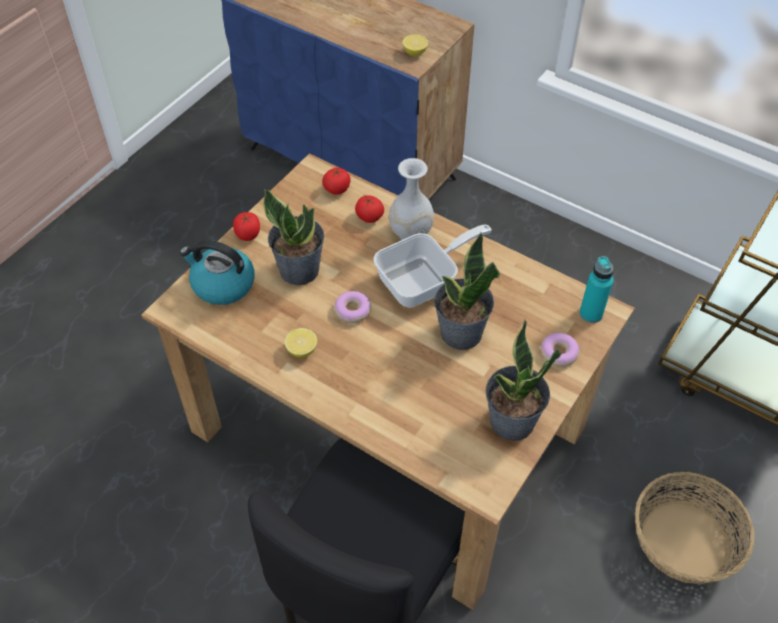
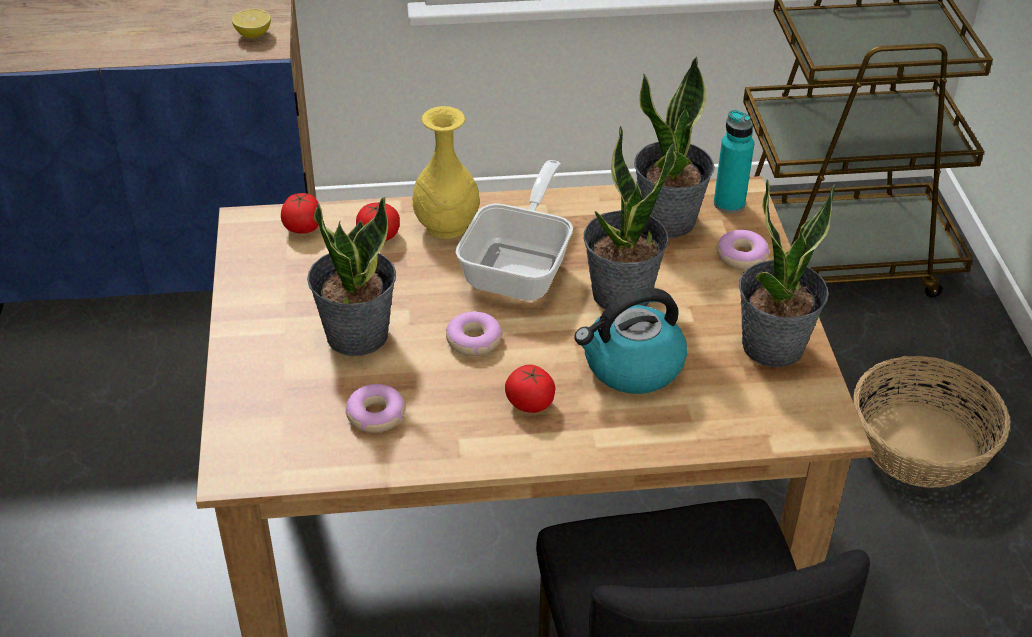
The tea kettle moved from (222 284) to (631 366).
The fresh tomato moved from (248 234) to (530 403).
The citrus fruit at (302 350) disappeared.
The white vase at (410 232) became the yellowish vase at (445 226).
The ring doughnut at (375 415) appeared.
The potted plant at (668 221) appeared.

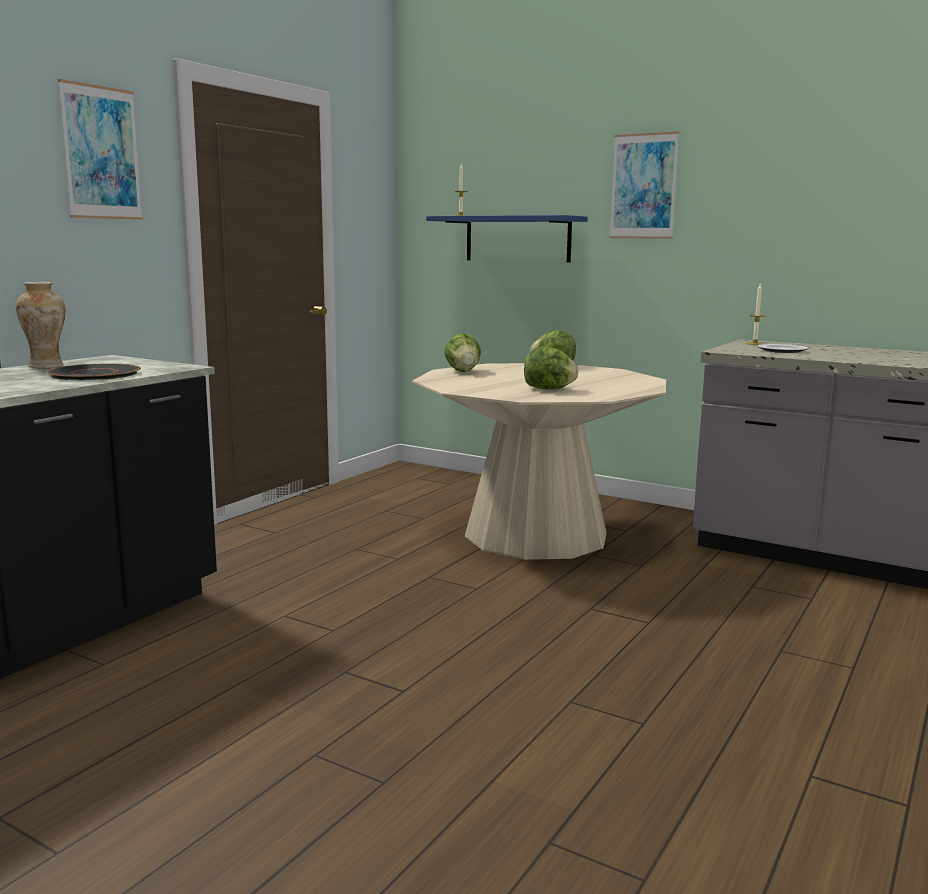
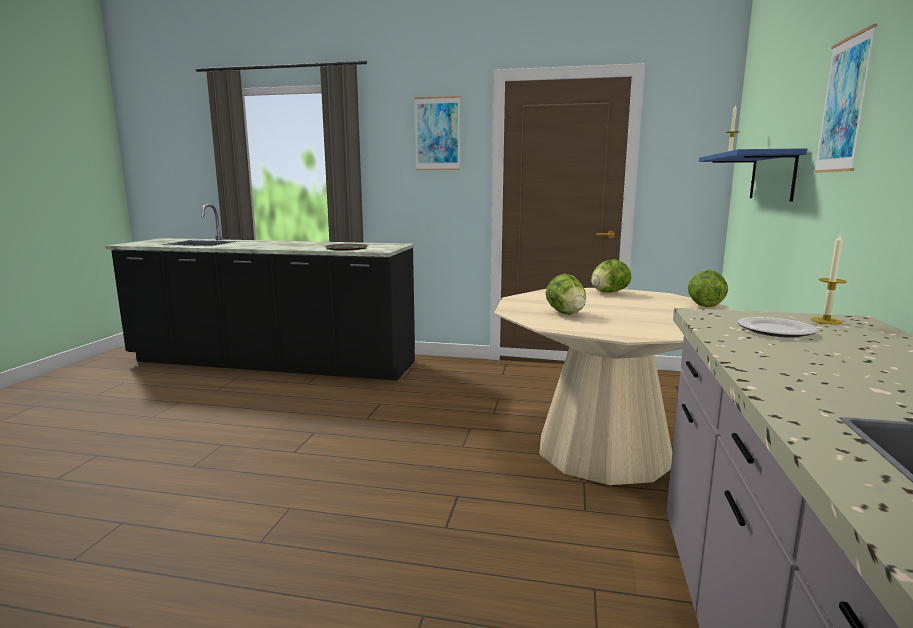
The vase at (46 366) disappeared.

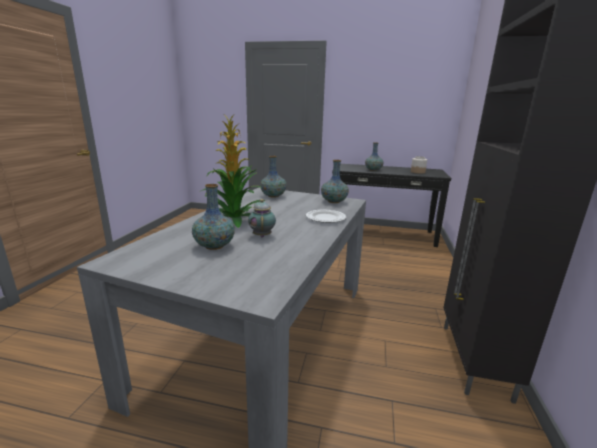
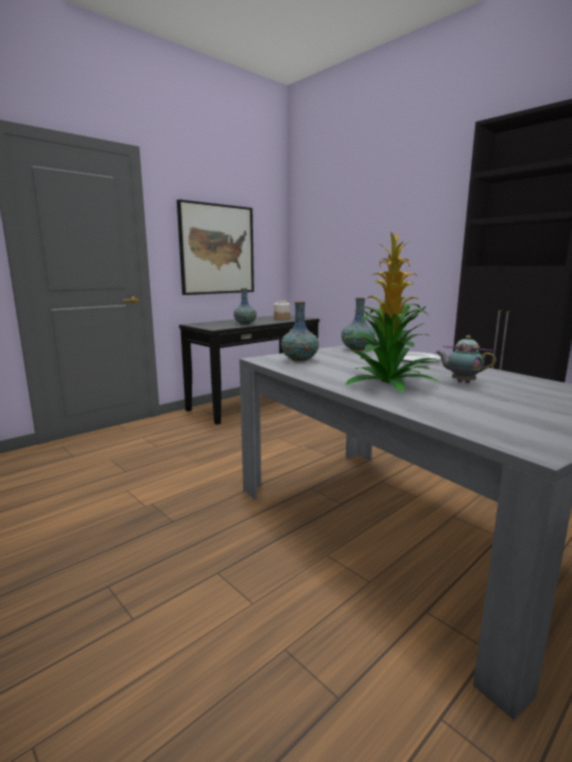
The vase at (214 246) disappeared.
The wall picture at (217 249) appeared.

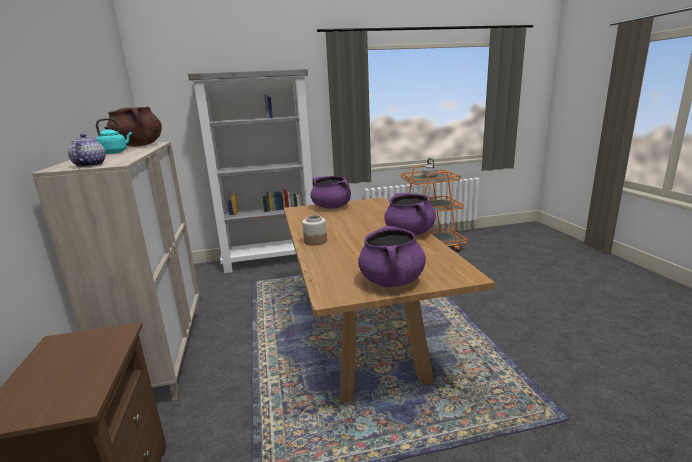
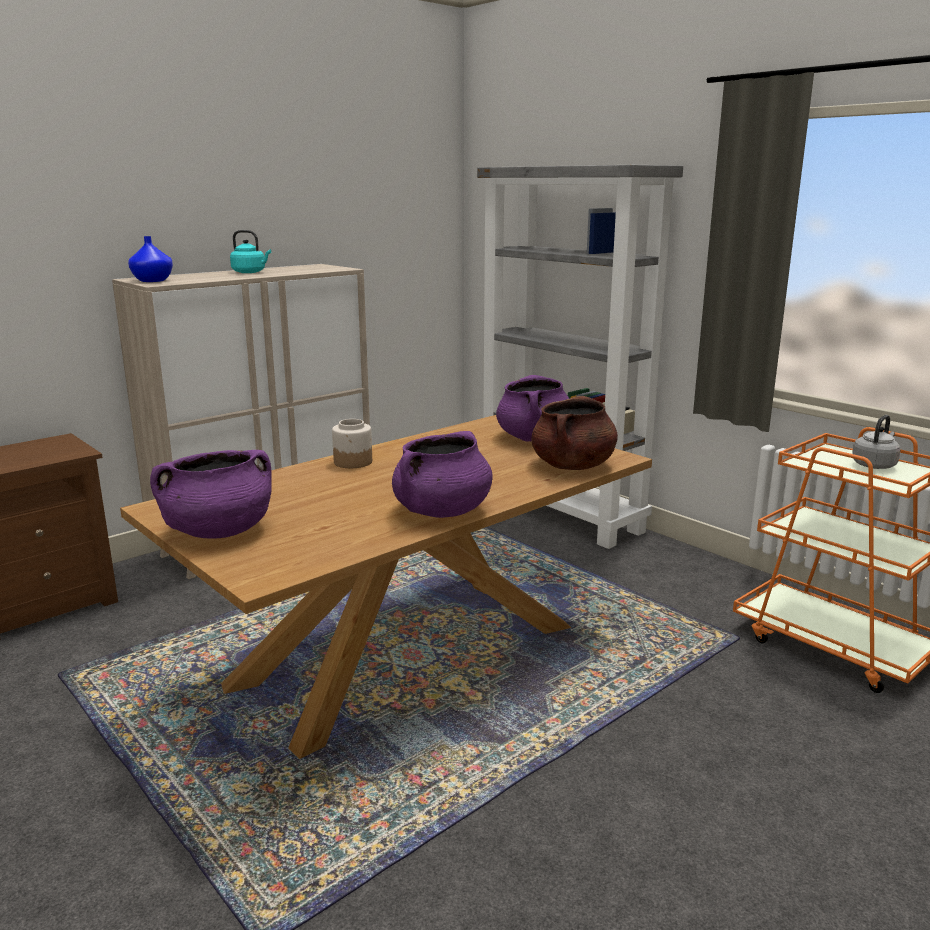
The tea pot at (90 165) was replaced by the blue vase at (153 280).
The brown stockpot moved from (138 146) to (573 466).

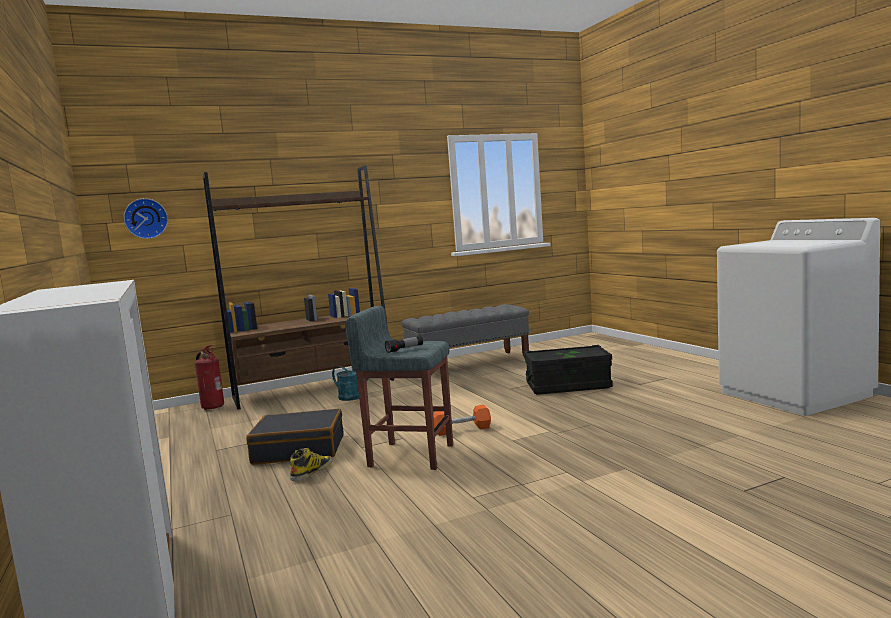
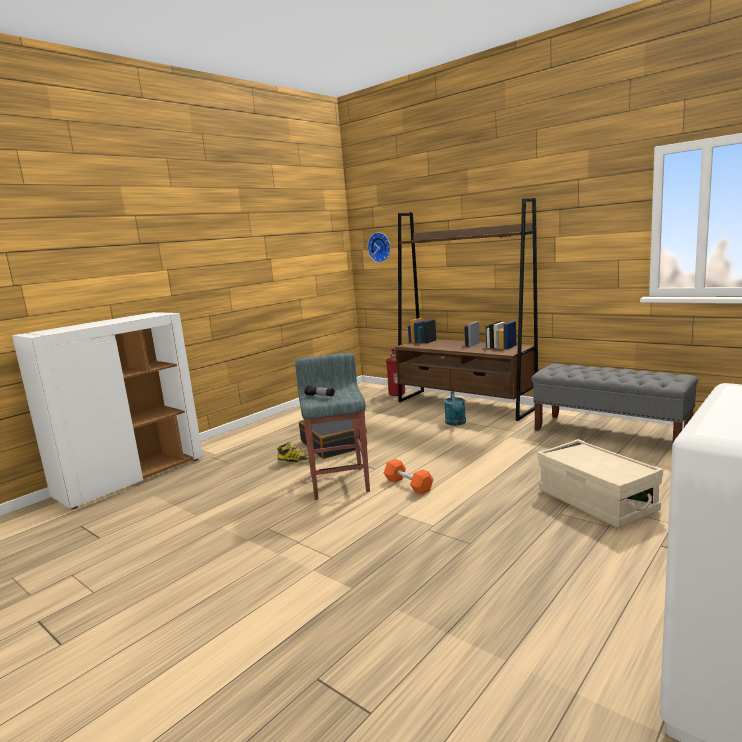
The black-coloured storage bin at (568 386) became the beige storage bin at (596 501).

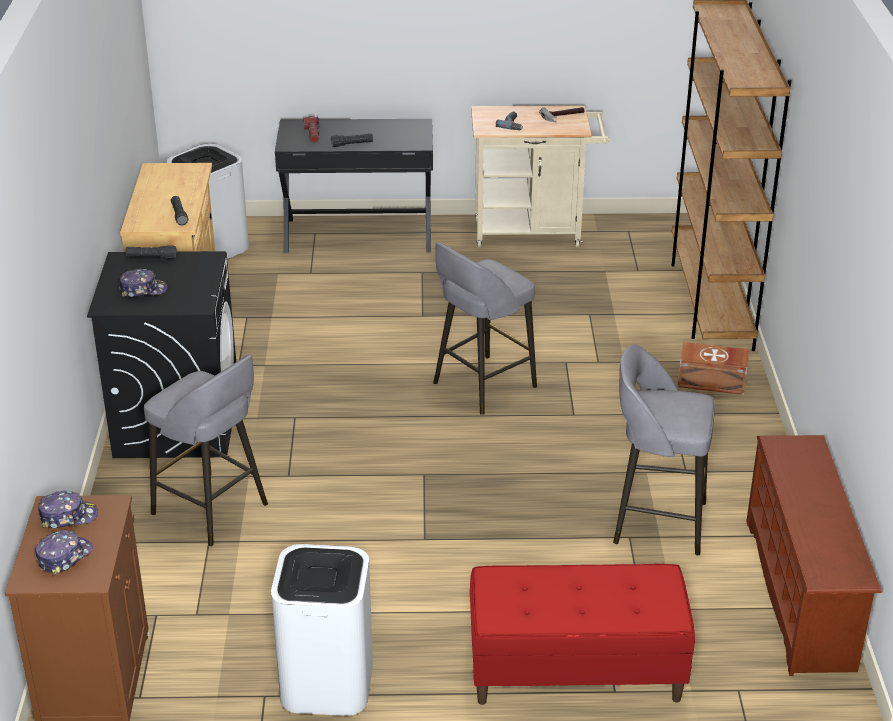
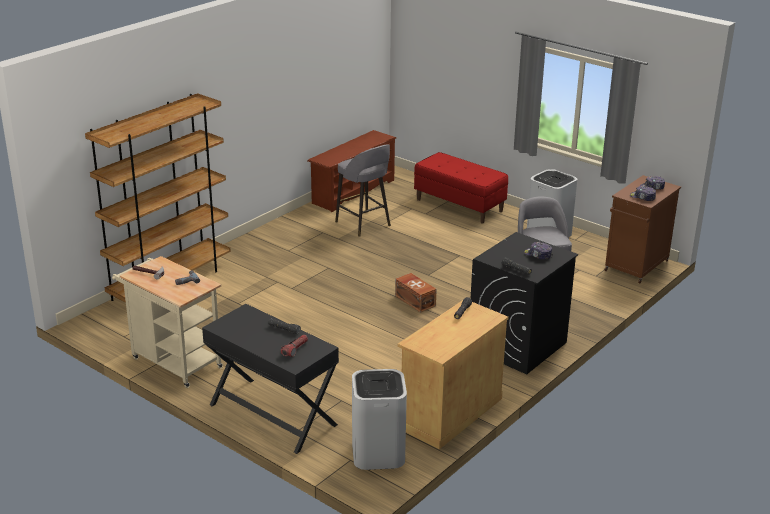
The grey stool at (481 386) disappeared.
The brown storage bin moved from (712 382) to (415 300).

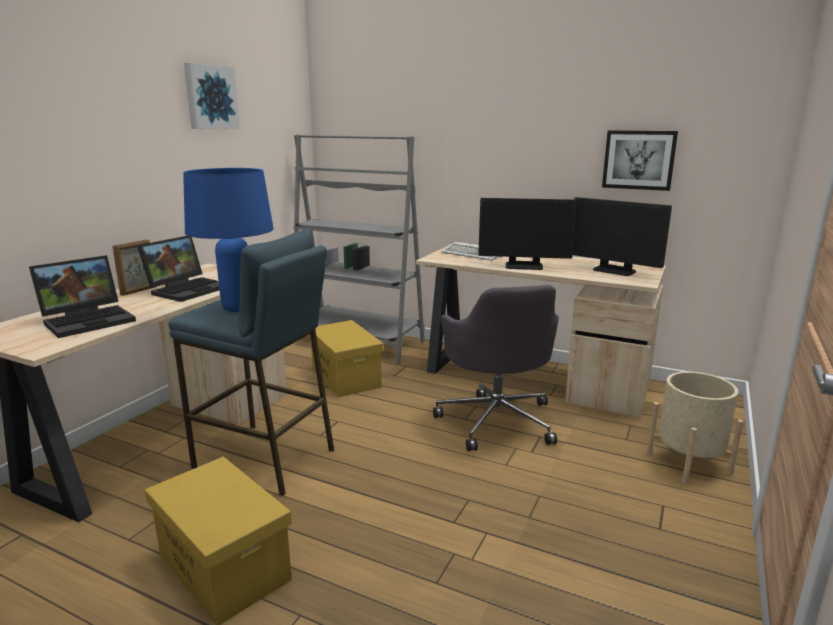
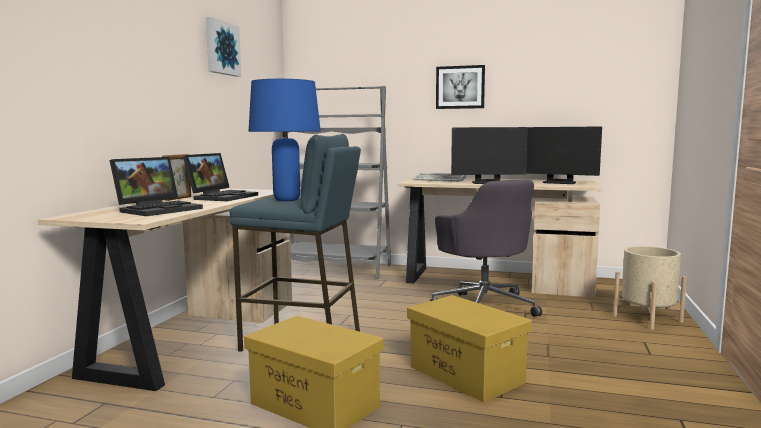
The yellowish storage bin moved from (346 378) to (467 374).
The wall picture moved from (638 160) to (460 87).

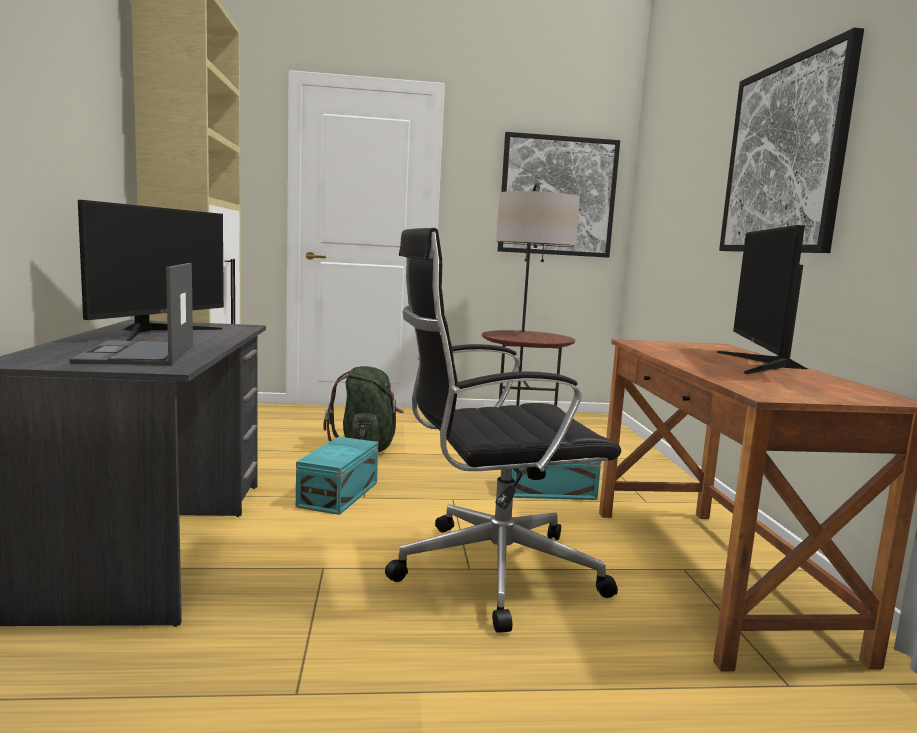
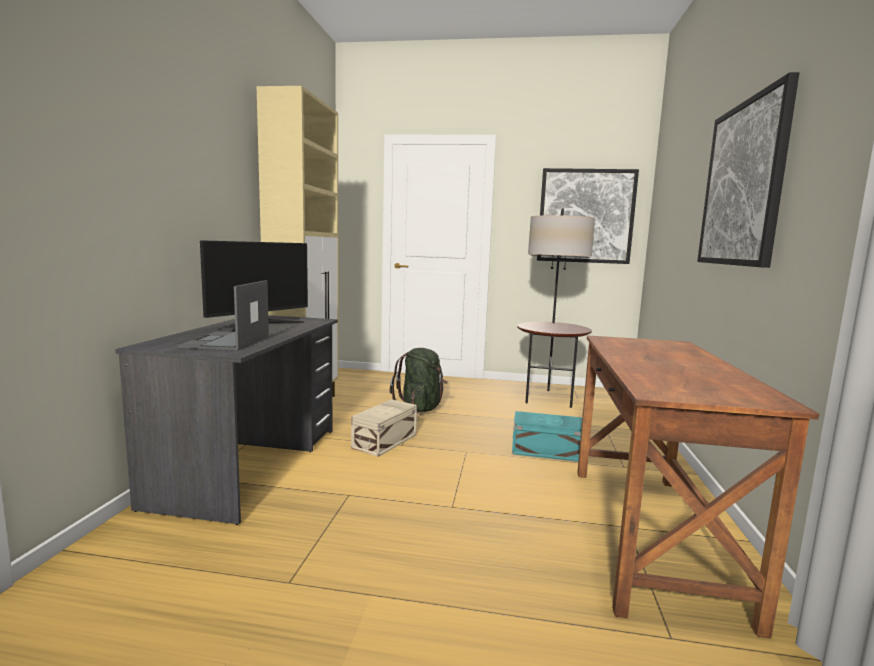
The turquoise storage bin at (340 494) became the beige storage bin at (386 441).
The black-coloured computer chair at (490 571) disappeared.
The monitor at (761 364) disappeared.

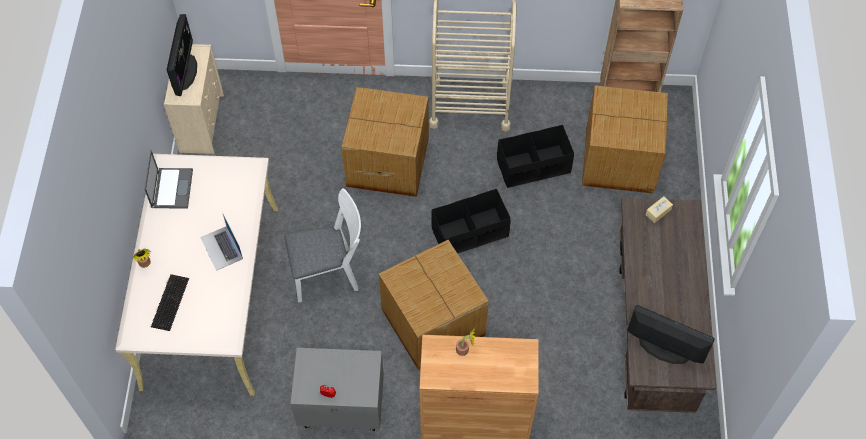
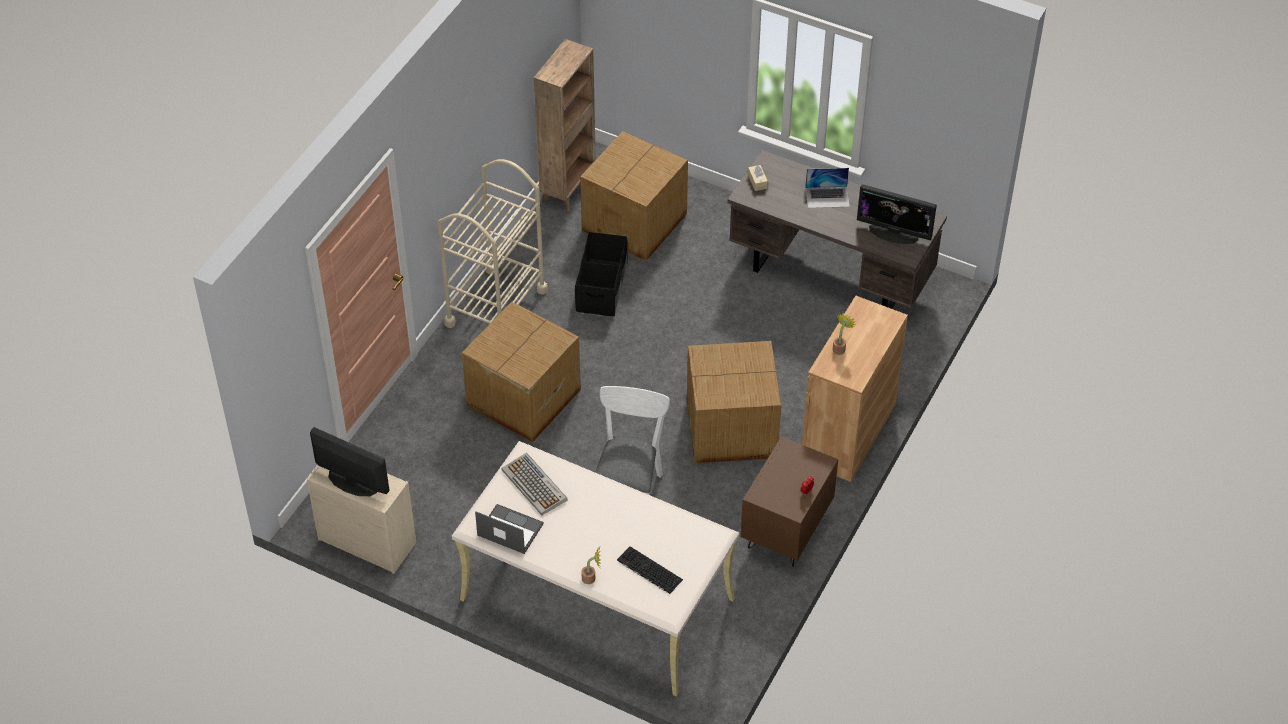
The notebook computer moved from (221 248) to (827 197).
The grey bedside table at (341 408) became the brown bedside table at (786 532).
The black-coloured storage bin at (470 233) disappeared.
The monitor at (664 348) turned 120 degrees counterclockwise.
The computer keyboard at (535 485) appeared.

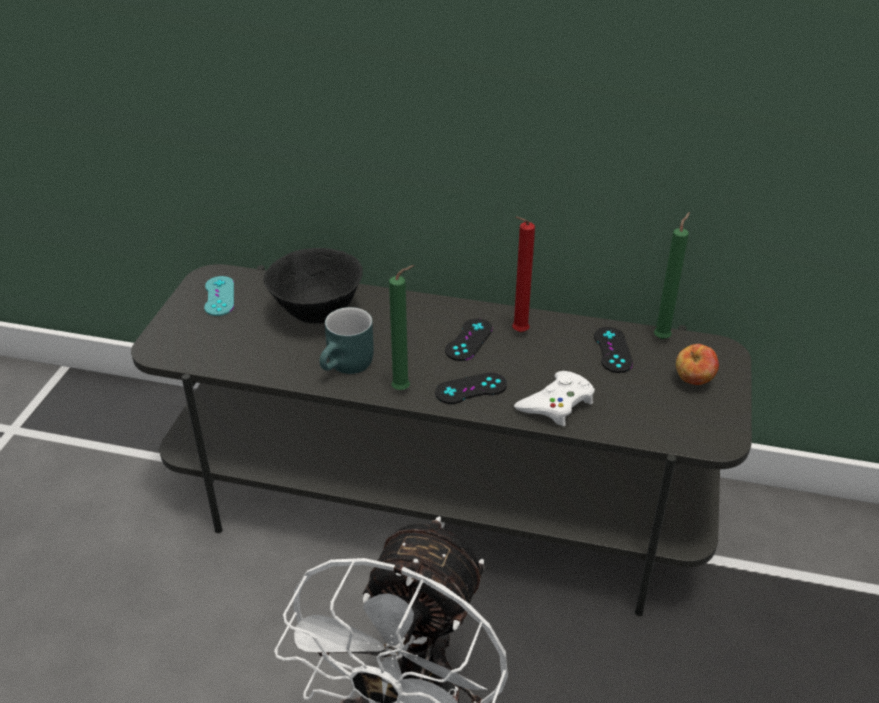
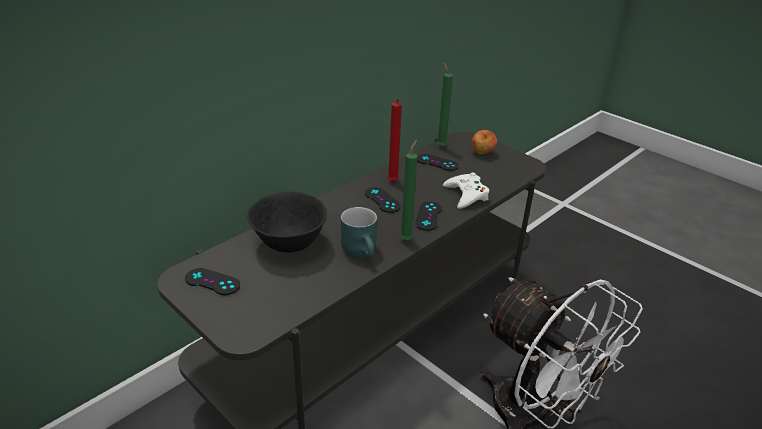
The turquoise joypad at (219 296) became the black-coloured joypad at (212 282).

